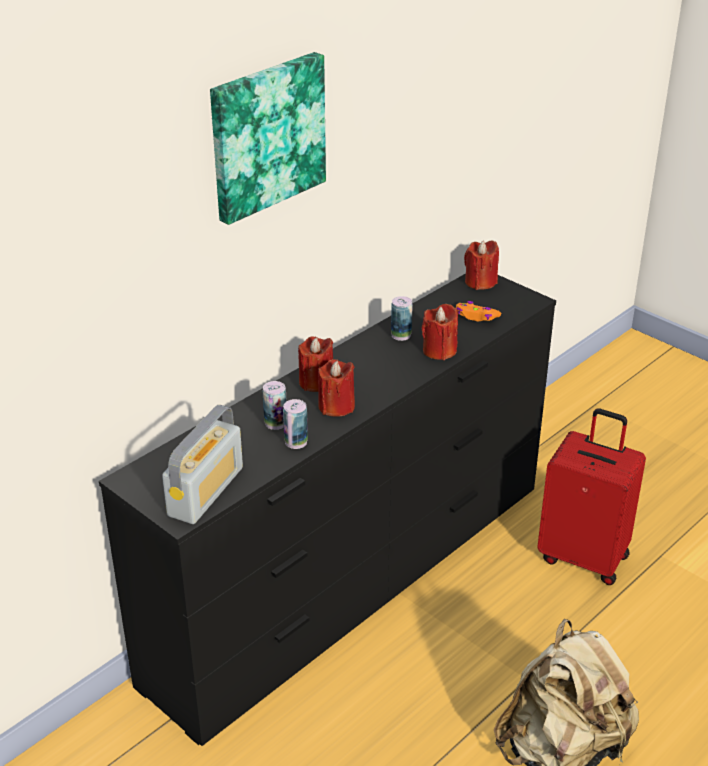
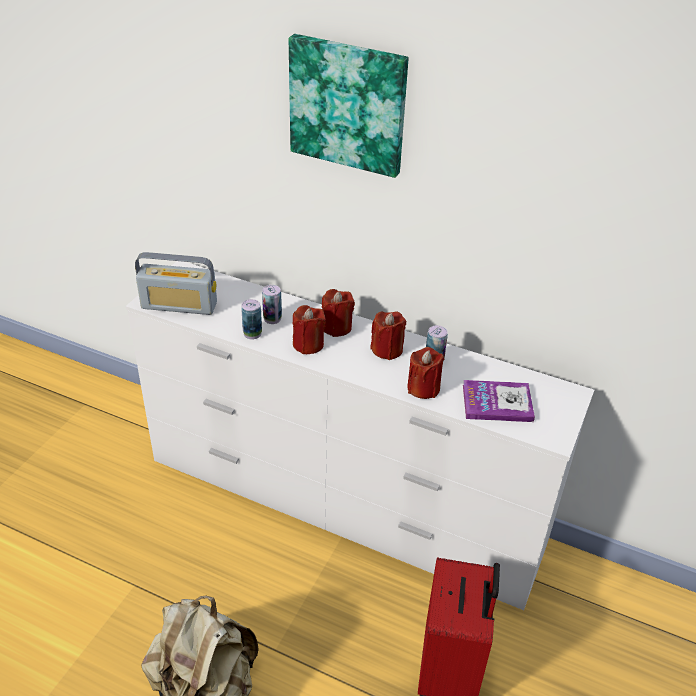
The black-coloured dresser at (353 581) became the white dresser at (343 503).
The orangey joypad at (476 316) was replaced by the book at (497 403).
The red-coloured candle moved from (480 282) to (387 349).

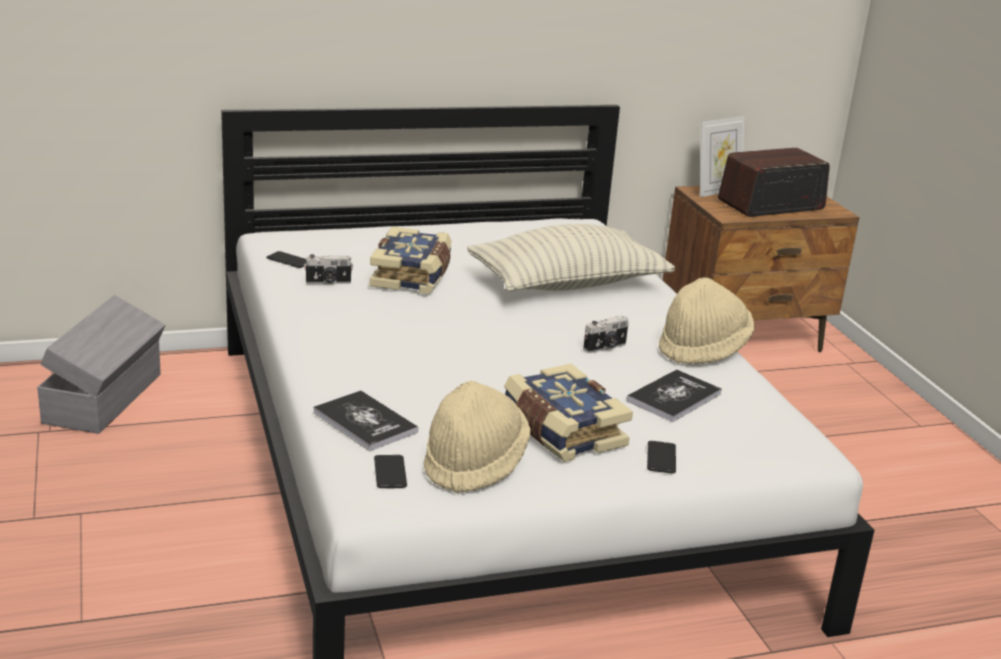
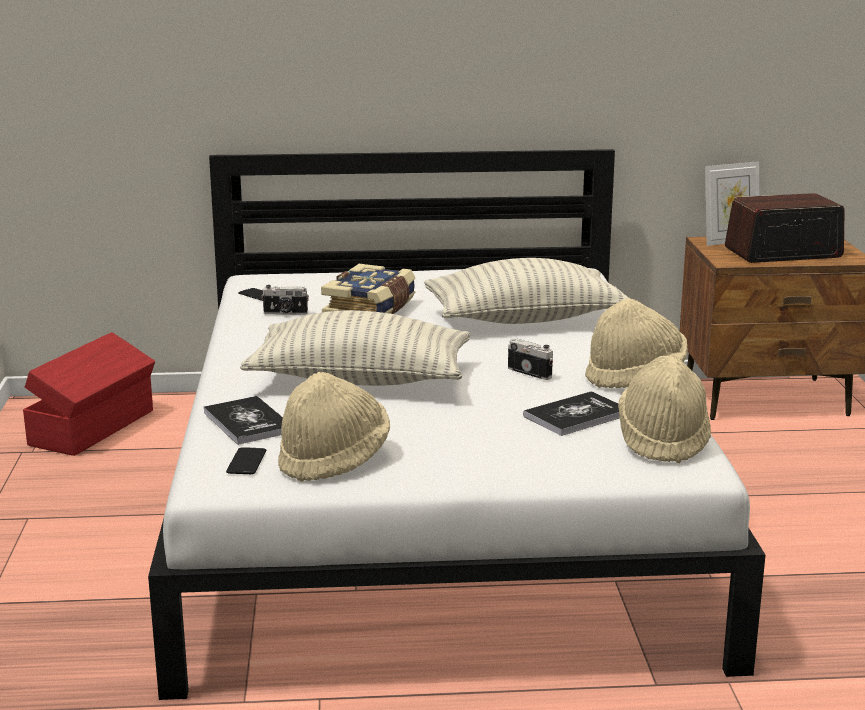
The grey storage bin at (106 398) became the red-coloured storage bin at (94 427).
The book at (561 431) disappeared.
The photo camera at (605 347) turned 120 degrees counterclockwise.
The telephone at (661 458) disappeared.
The pillow at (360 380) appeared.
The beige wearable hat at (663 439) appeared.

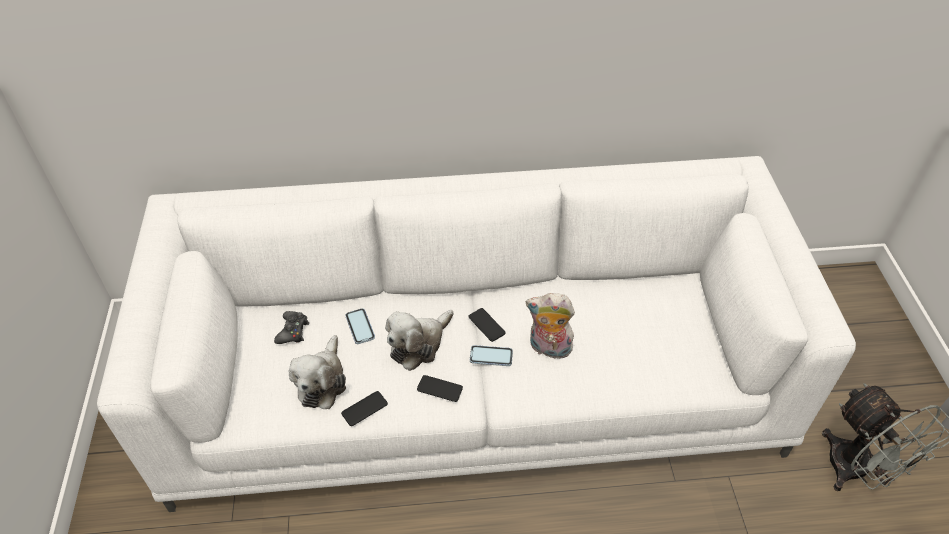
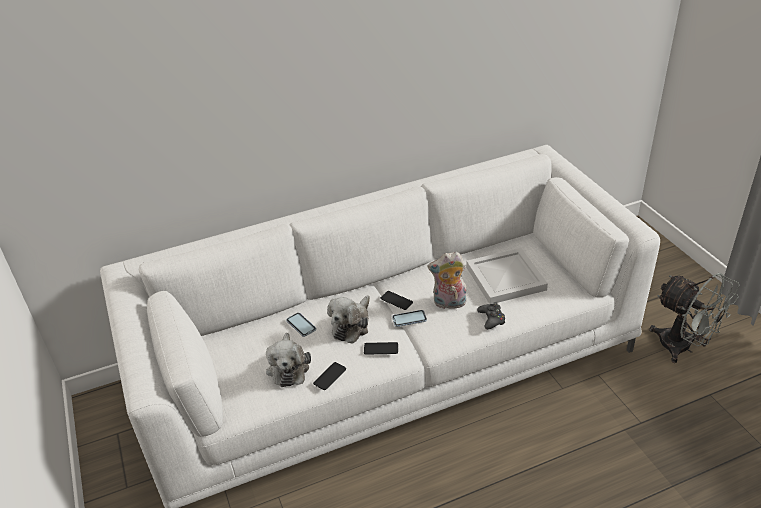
The black-coloured joypad moved from (293 331) to (491 319).
The white carrying tray at (506 277) appeared.

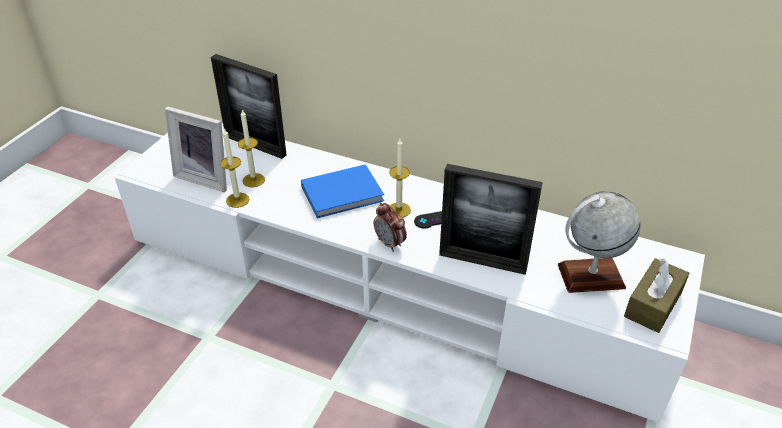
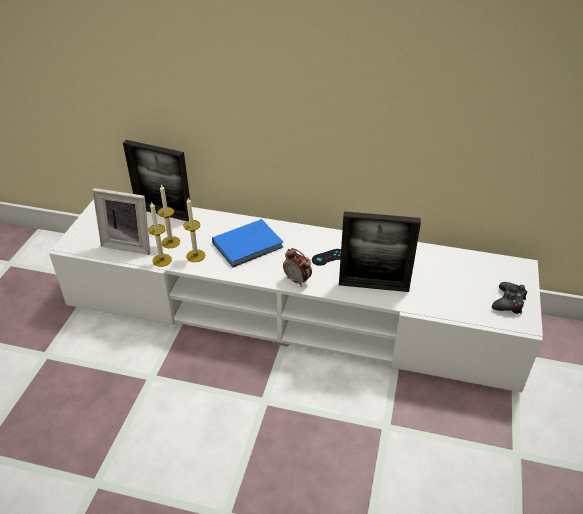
The candle moved from (399 210) to (195 255).
The globe at (590 276) disappeared.
The brown tissue holder at (653 304) was replaced by the black-coloured joypad at (508 302).

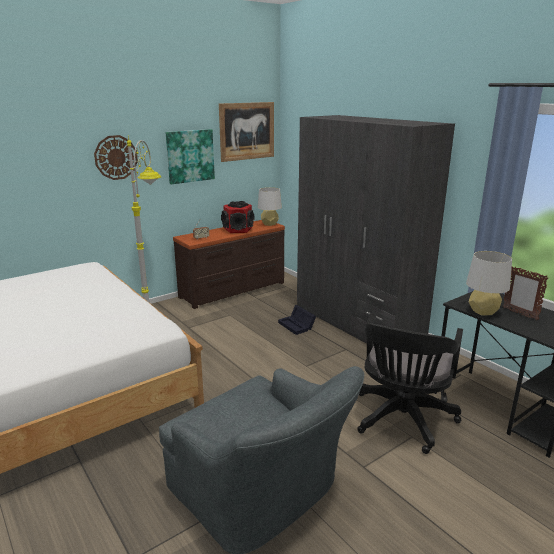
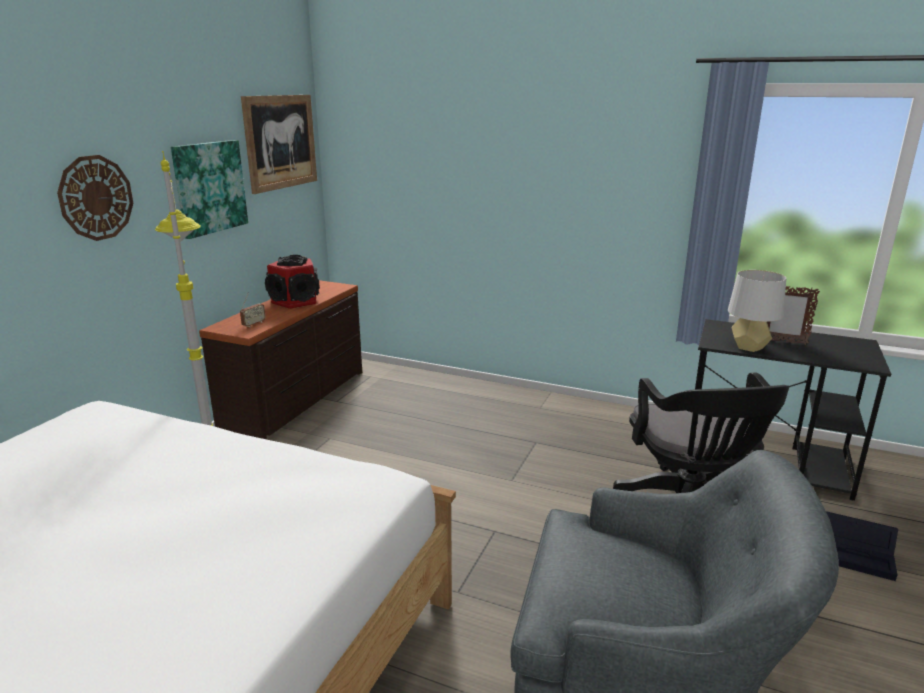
The grey tabletop lamp at (269 224) disappeared.
The black-coloured storage bin moved from (297 326) to (858 556).
The grey wardrobe at (357 323) disappeared.

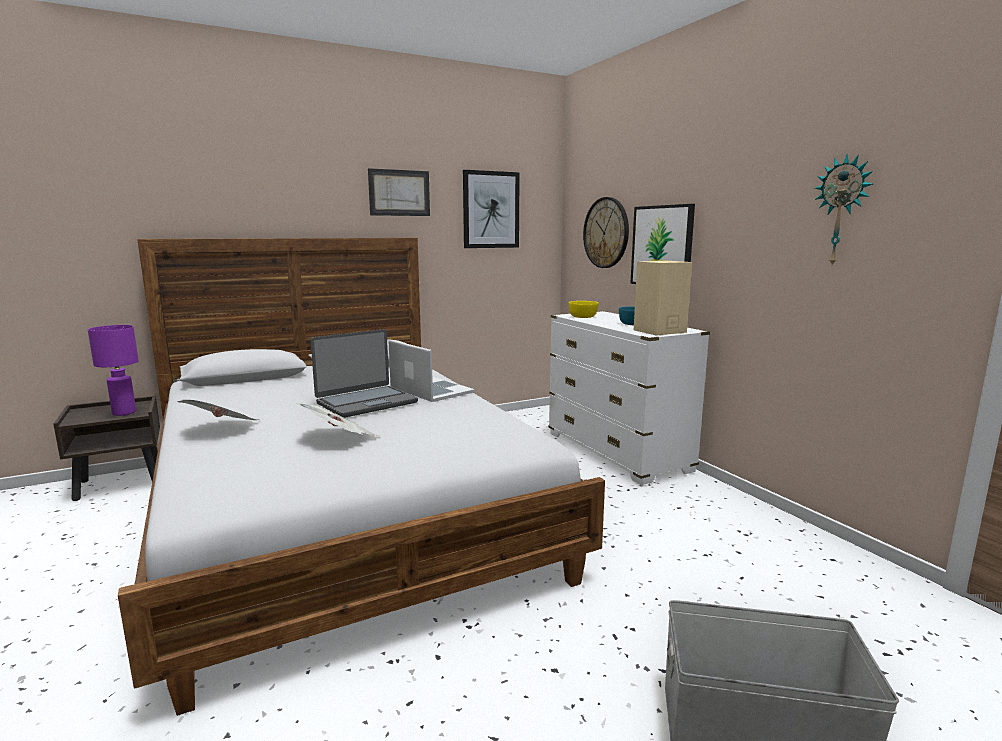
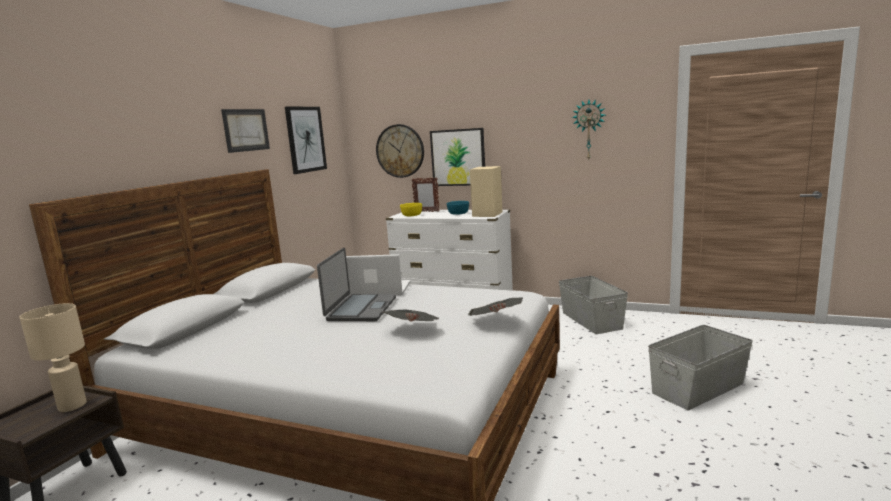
The purplish tabletop lamp at (124 412) became the beige tabletop lamp at (71 406).
The daily paper moved from (223 429) to (495 322).
The picture frame at (426 211) appeared.
The grey storage bin at (591 320) appeared.

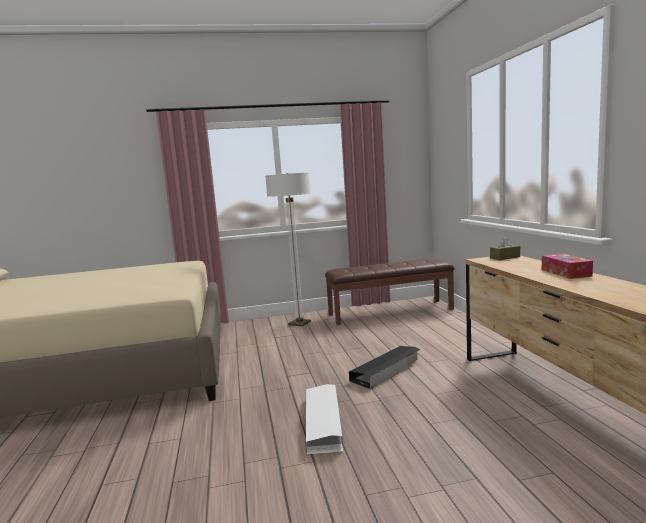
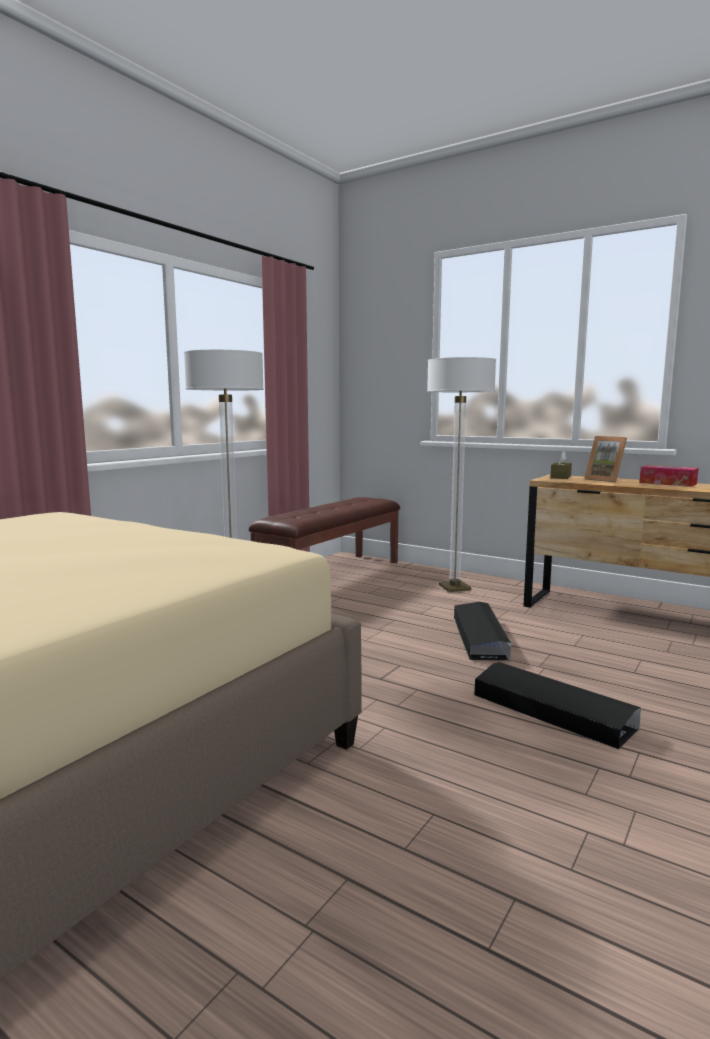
The white storage bin at (323 423) became the black-coloured storage bin at (551 711).
The standing lamp at (454 588) appeared.
The picture frame at (605 480) appeared.

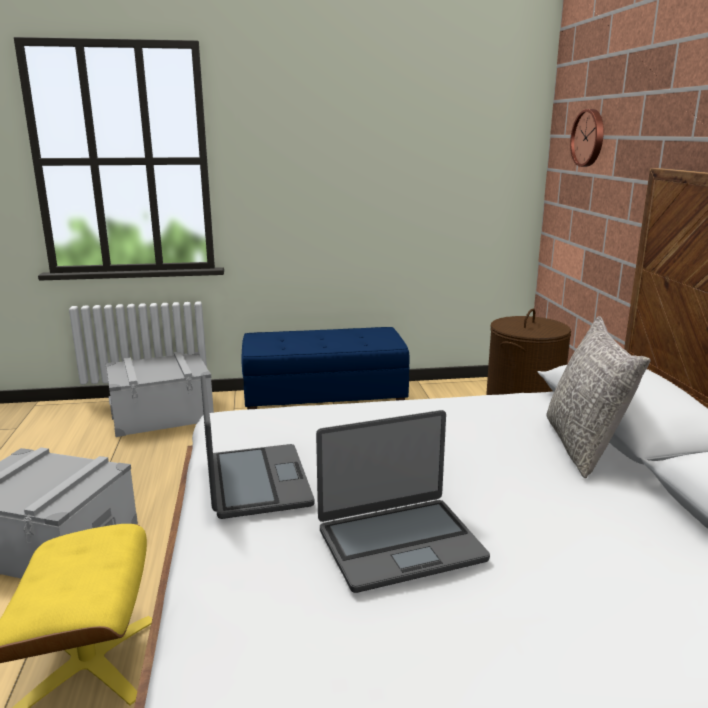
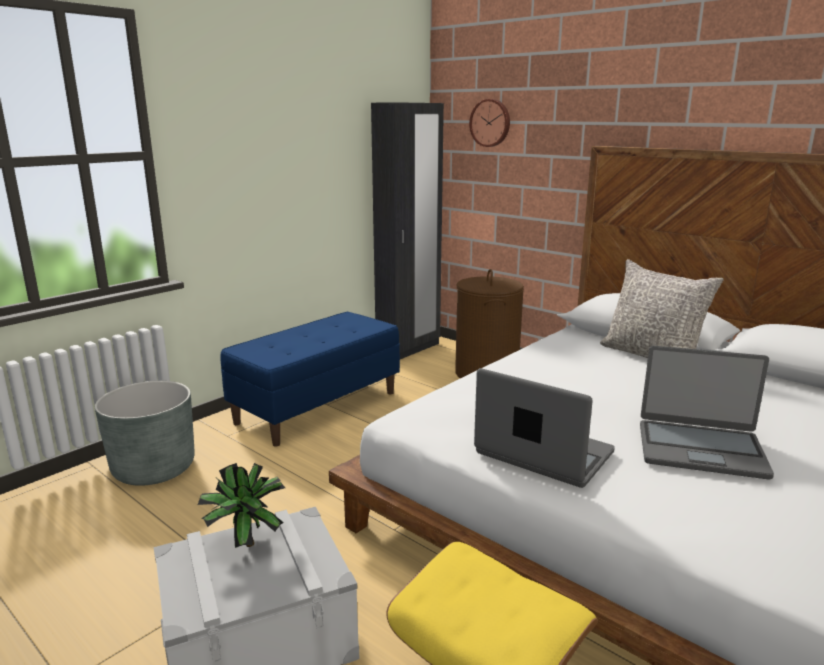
The grey storage bin at (161 414) was replaced by the grey plant pot at (154 468).
The notebook computer at (399 543) turned 75 degrees clockwise.
The potted plant at (244 543) appeared.
The black-coloured wardrobe at (408 349) appeared.

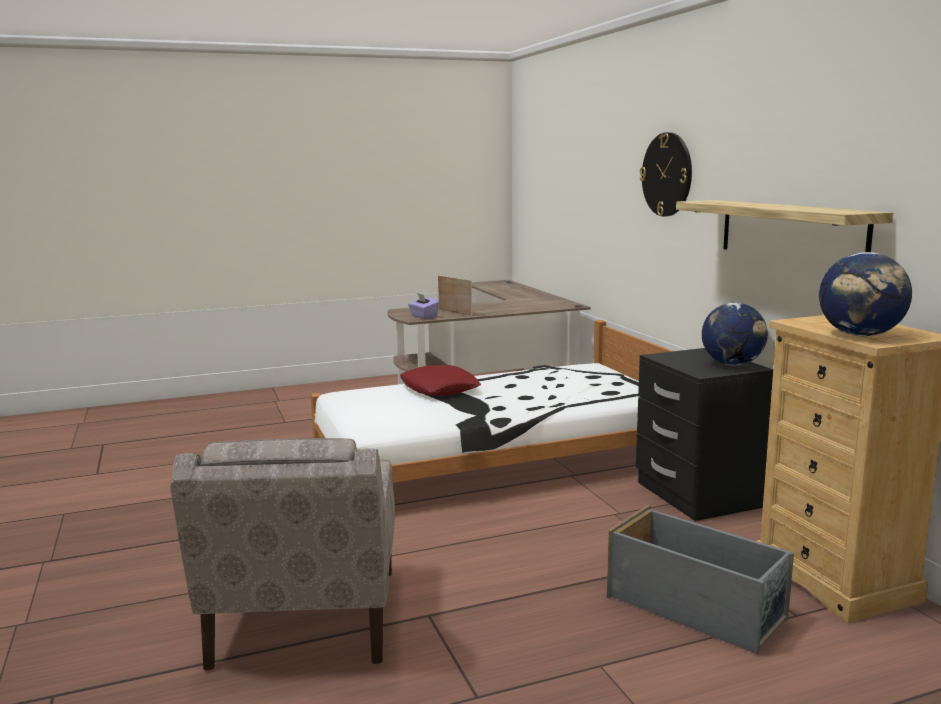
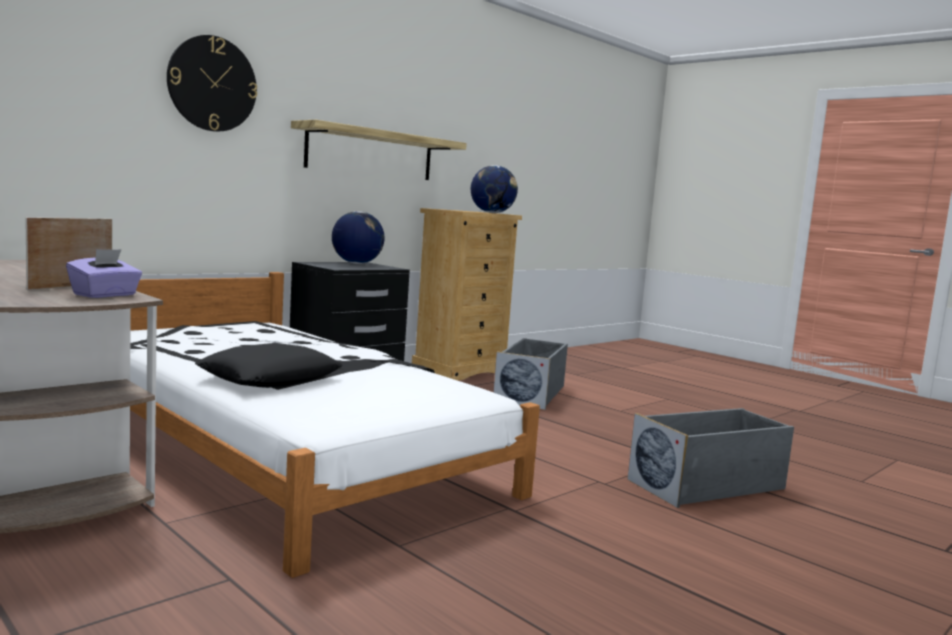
The beige lounge chair at (305 619) was replaced by the grey storage bin at (708 485).
The red-coloured pillow at (439 388) became the black-coloured pillow at (271 378).

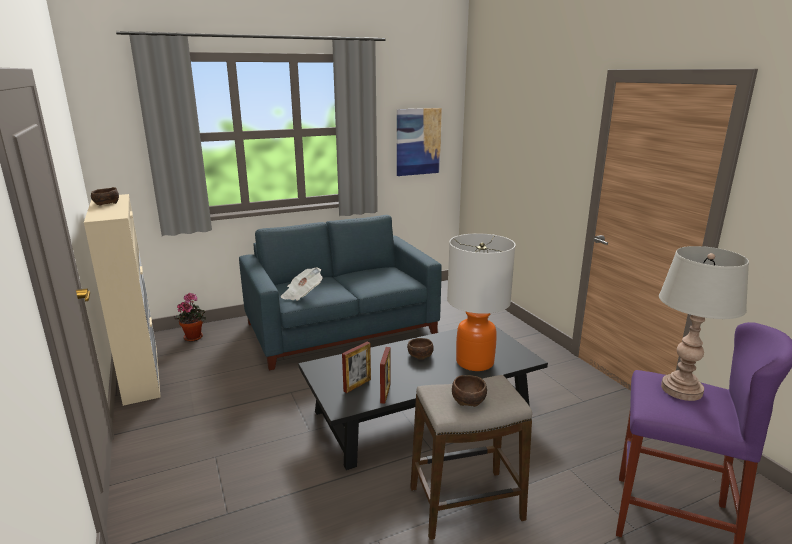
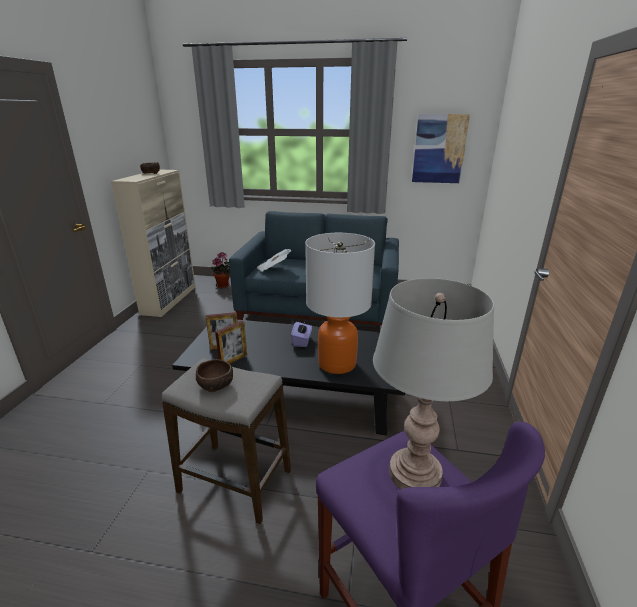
The brown deep dish at (419 355) was replaced by the purplish tissue holder at (302 341).

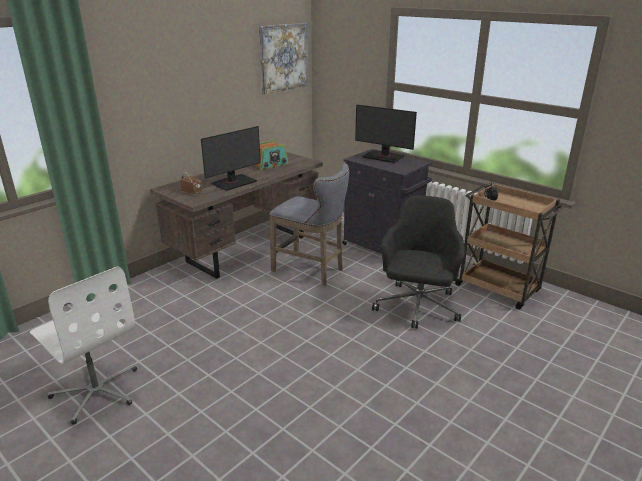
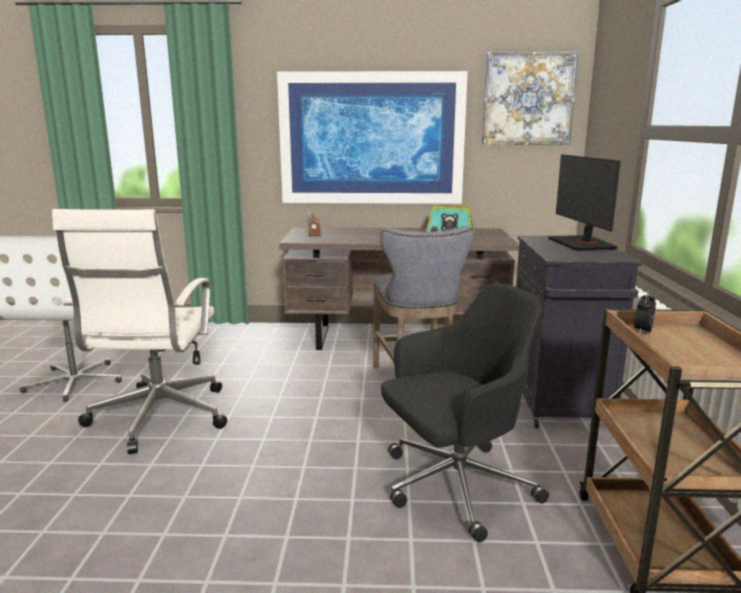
The monitor at (233 182) disappeared.
The white computer chair at (158 418) appeared.
The wall picture at (372 139) appeared.

